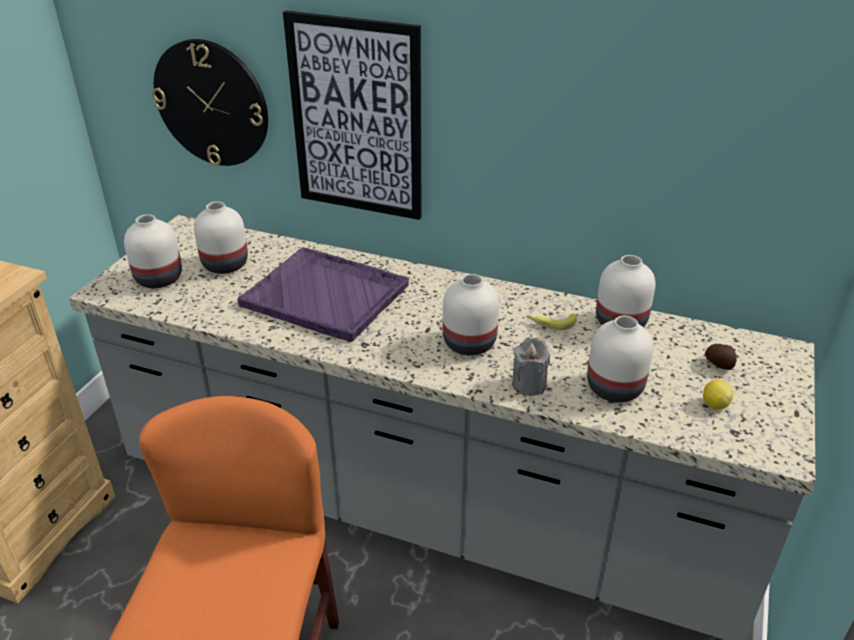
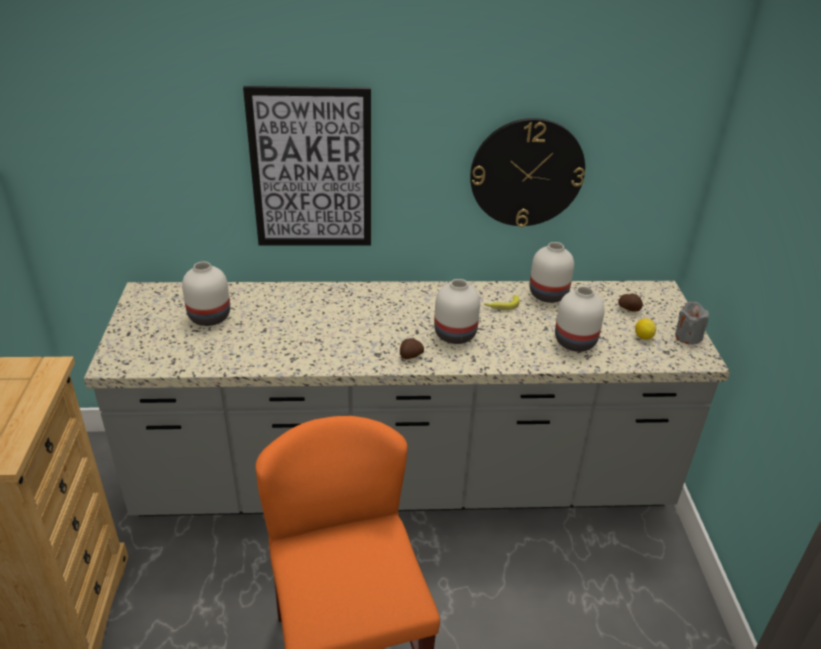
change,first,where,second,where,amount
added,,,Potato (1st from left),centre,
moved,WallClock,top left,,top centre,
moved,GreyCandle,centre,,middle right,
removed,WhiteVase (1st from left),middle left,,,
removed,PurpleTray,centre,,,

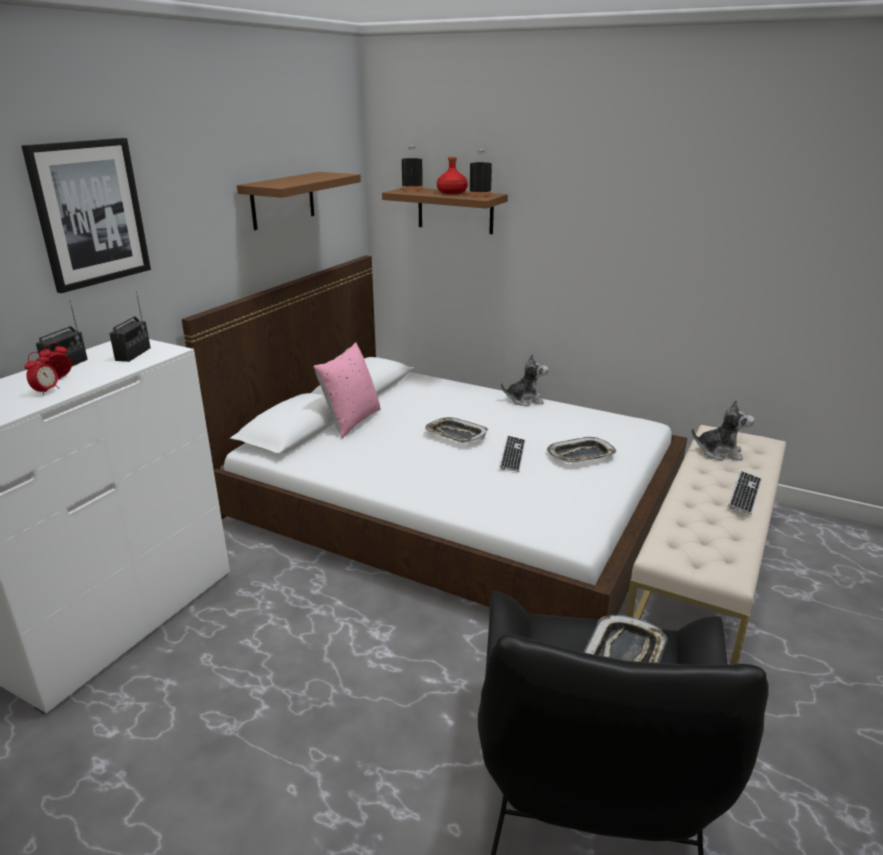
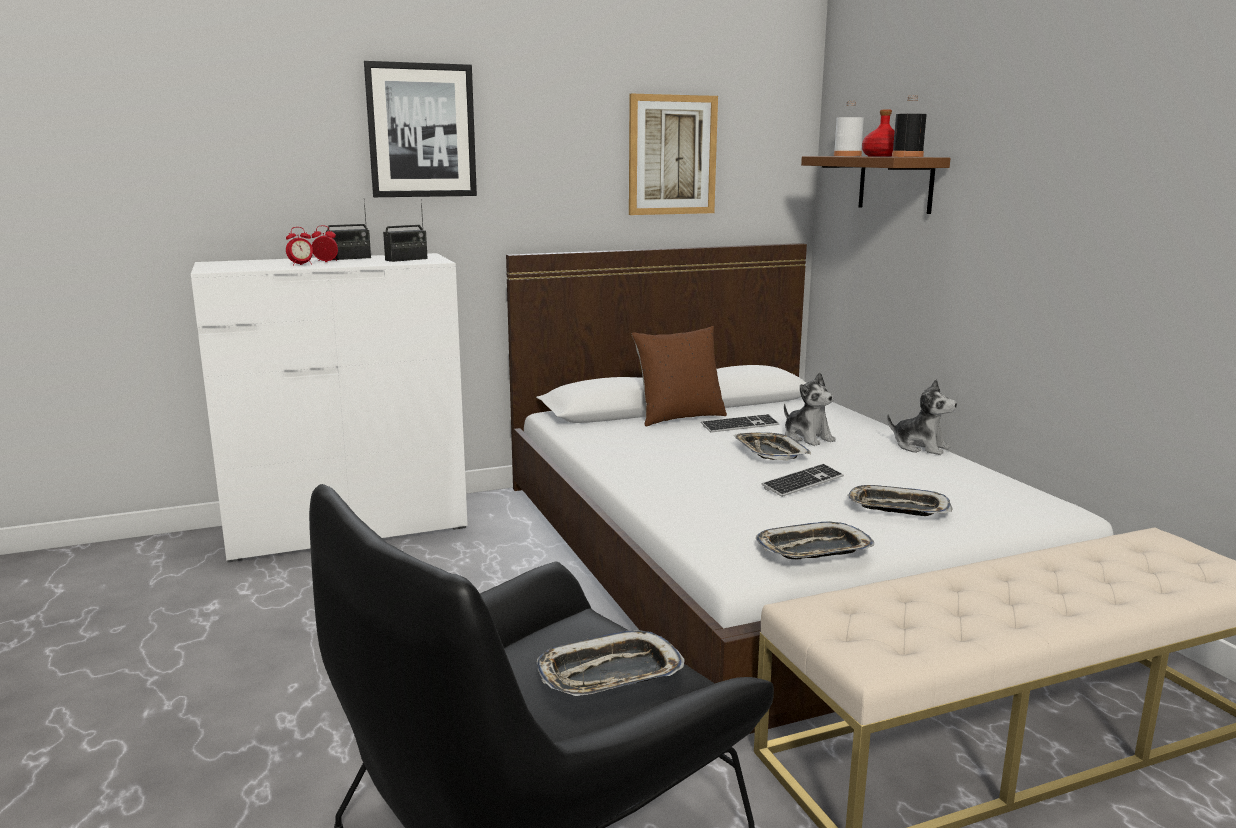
change,first,where,second,where,amount
replaced,BrownShelf (1st from left),top centre,Picture (2nd from left),top centre,
recoloured,PinkPillow,centre,BrownPillow,centre,
moved,Keyboard (2nd from left in the first image),middle right,Keyboard (1st from left),centre,
added,,,Tray (3rd from left),centre,
moved,PlushToy (2nd from left in the first image),middle right,PlushToy (1st from left),centre,
recoloured,BlackBottle (1st from left),top centre,WhiteBottle,top right,

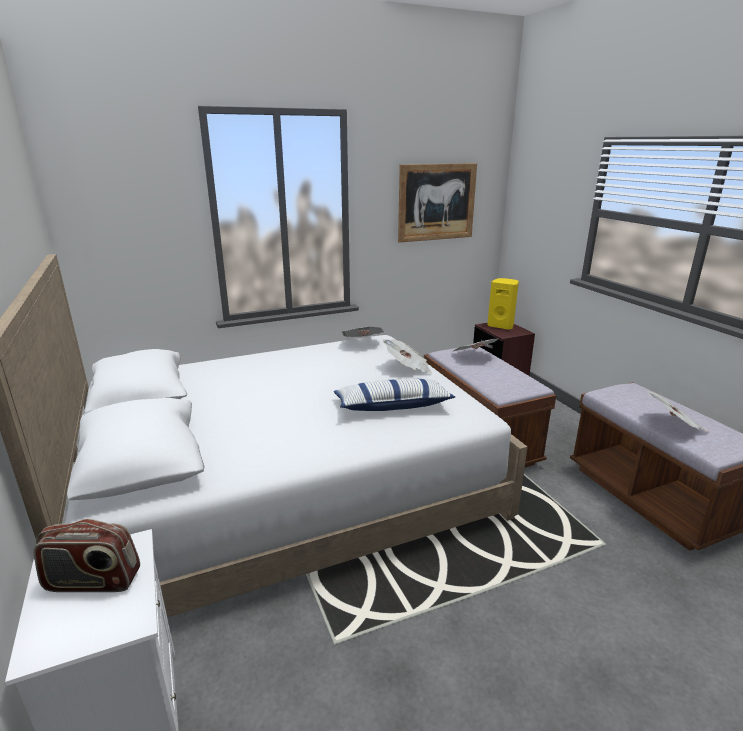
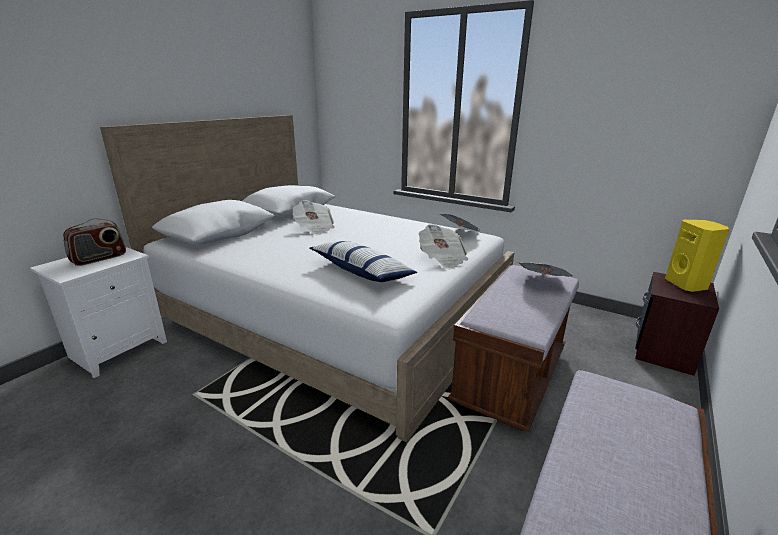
change,first,where,second,where,amount
turned,Radio,bottom left,,middle left,105 degrees counterclockwise
moved,Newspaper (4th from left in the first image),middle right,Newspaper (1st from left),centre,
removed,Picture,top centre,,,

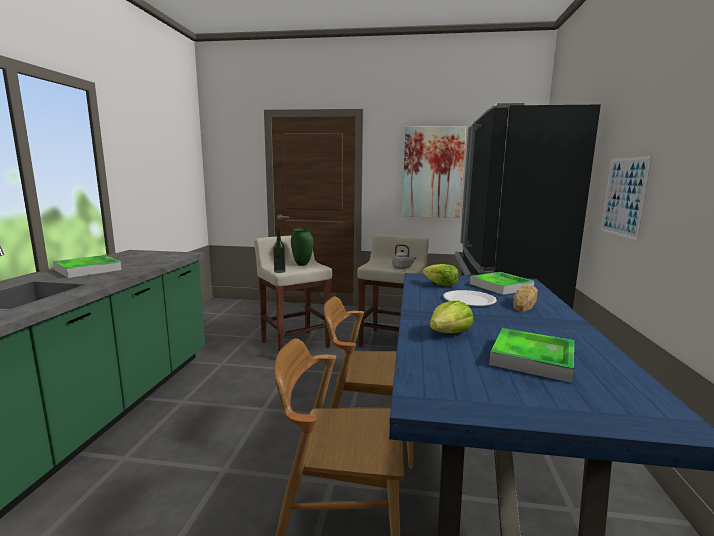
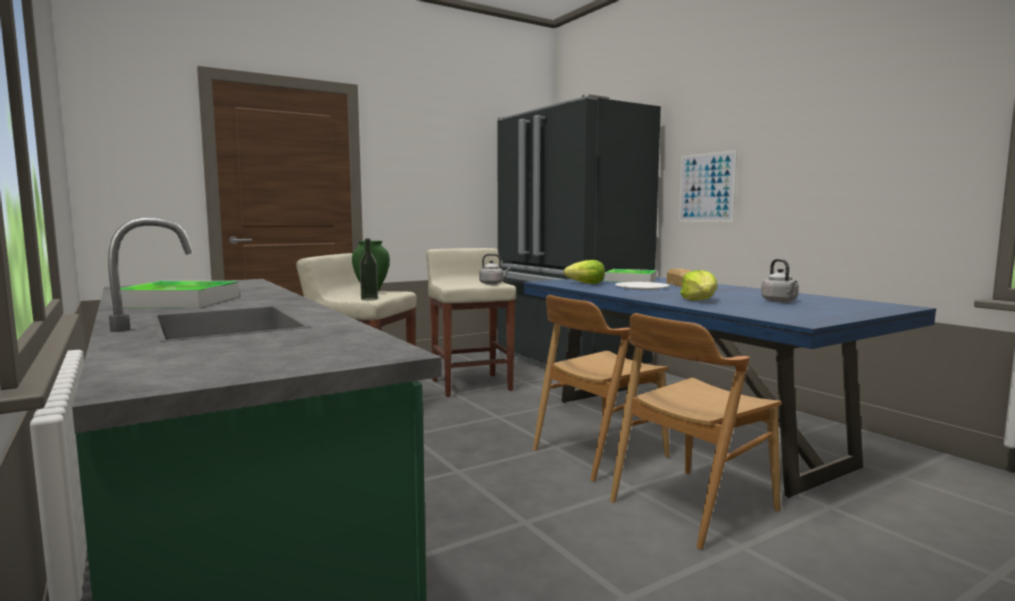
change,first,where,second,where,amount
replaced,Tray (3rd from left),middle right,GreyKettle (2nd from left),middle right,
removed,Picture (1st from left),top centre,,,

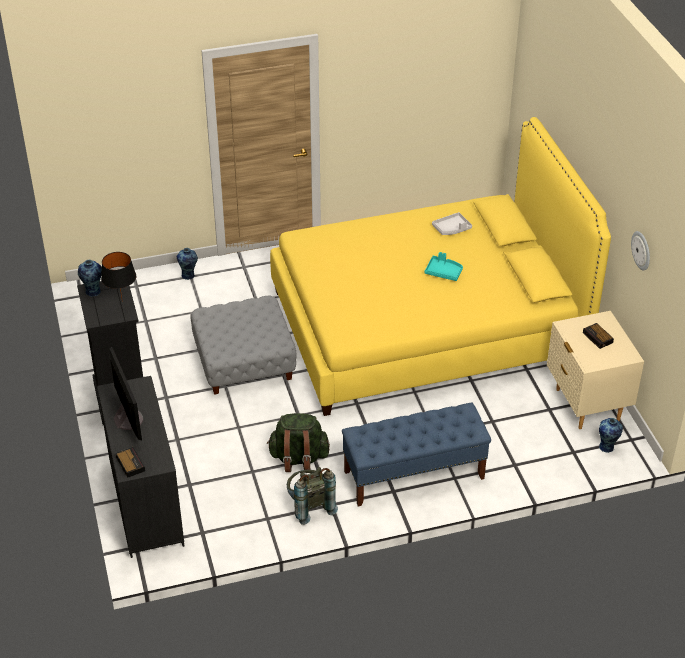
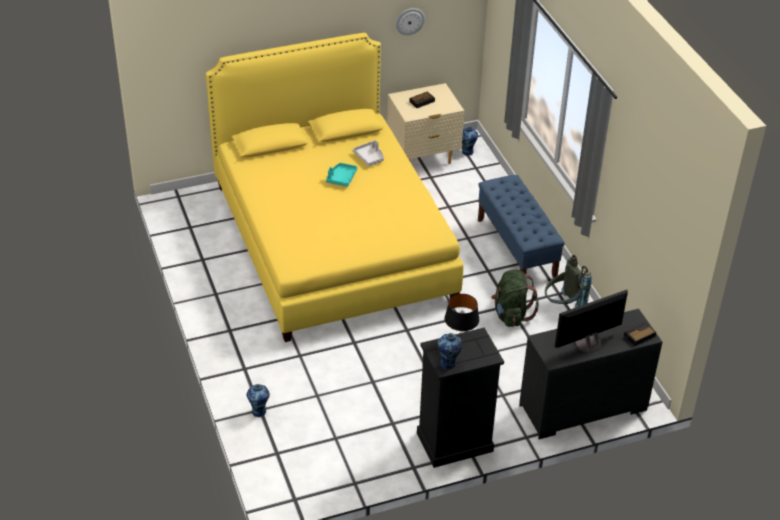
change,first,where,second,where,amount
moved,GreyTray,centre,,top centre,
removed,GreyOttoman,centre,,,

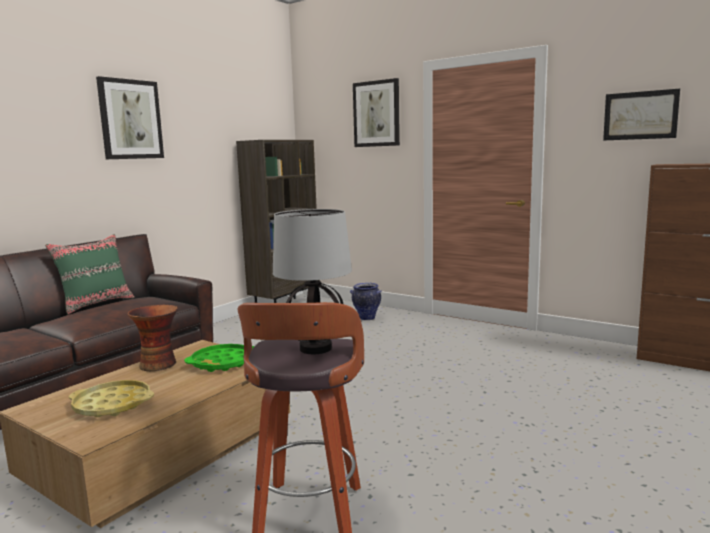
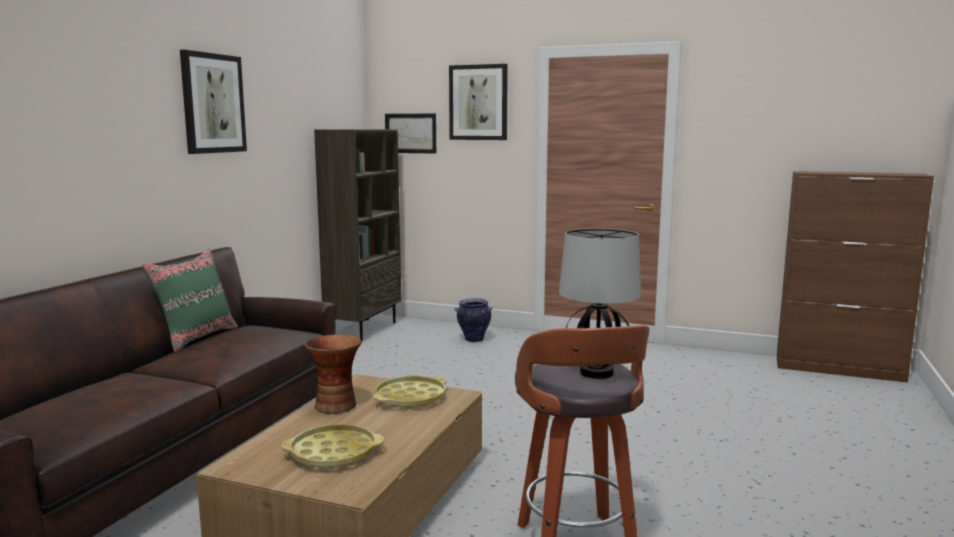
change,first,where,second,where,amount
recoloured,GreenTray,bottom left,YellowTray (2nd from left),bottom centre,
moved,Picture (3rd from left in the first image),top right,Picture (2nd from left),top centre,

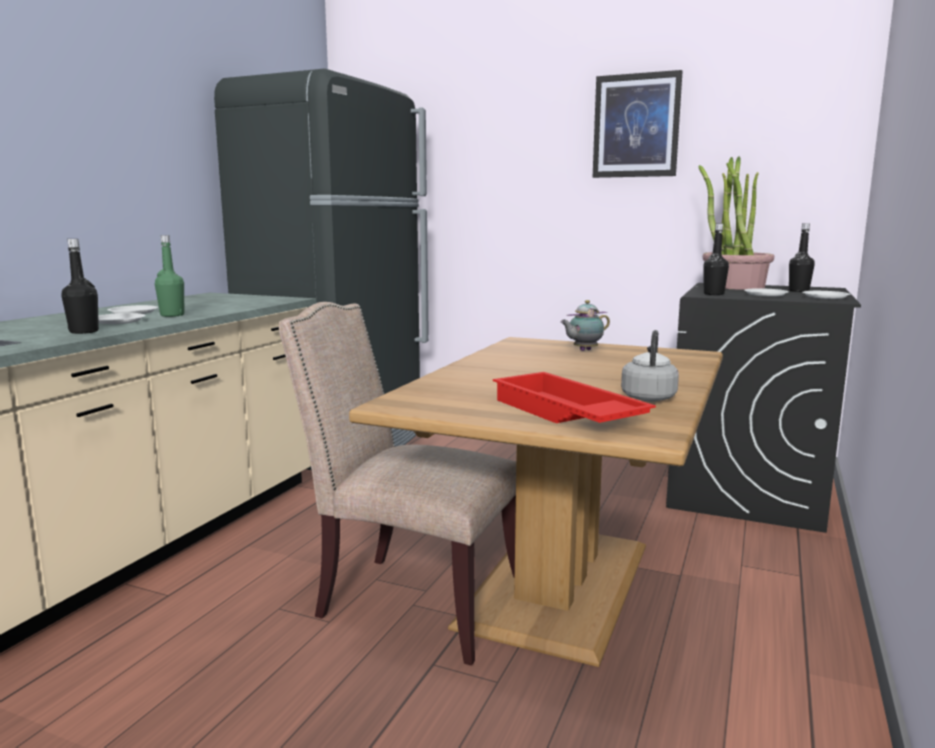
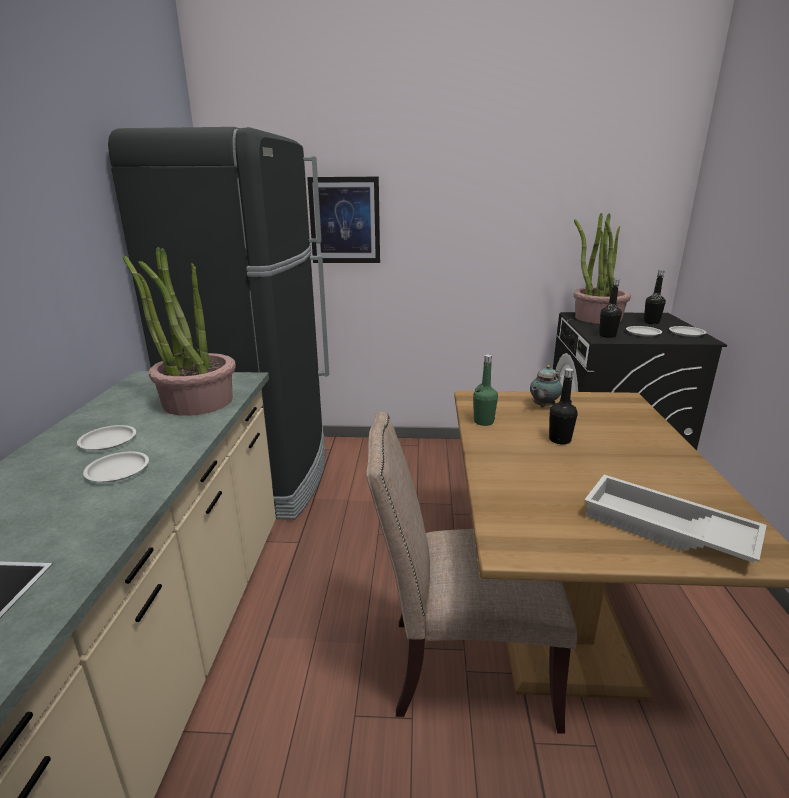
change,first,where,second,where,amount
added,,,PottedPlant (1st from left),middle left,
moved,Picture,top right,,top centre,
moved,GreenBottle,middle left,,centre,
moved,BlackBottle (1st from left),middle left,,middle right,
recoloured,RedTray,centre,WhiteTray,middle right,
removed,GreyKettle,middle right,,,

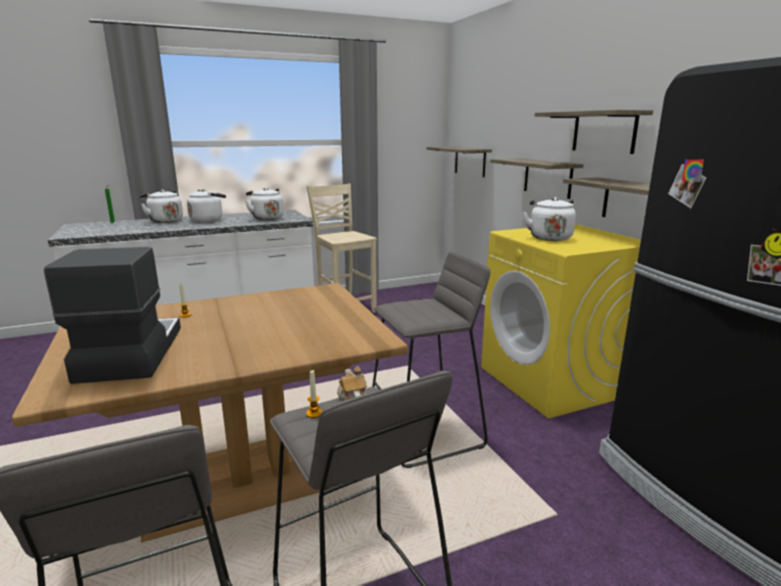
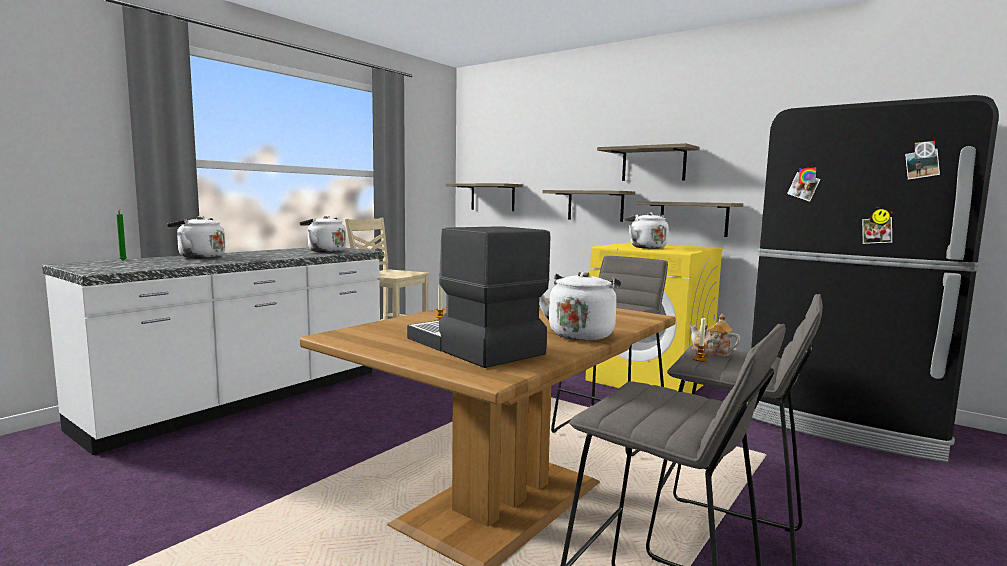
change,first,where,second,where,amount
moved,WhiteKettle (2nd from left in the first image),middle left,WhiteKettle (3rd from left),centre,

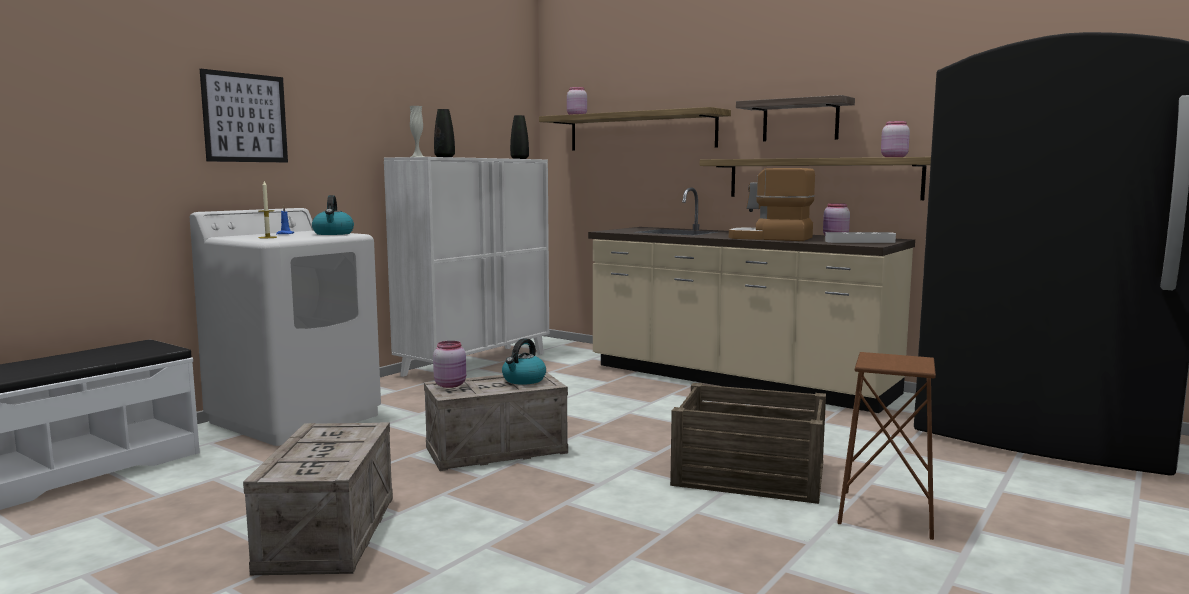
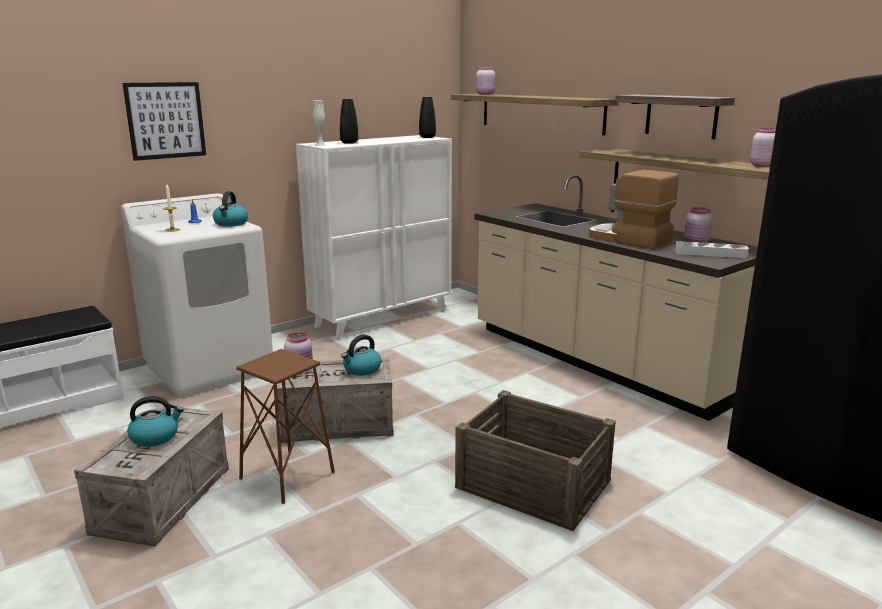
change,first,where,second,where,amount
added,,,Kettle (1st from left),bottom left,
moved,BrownStool,bottom right,,bottom left,

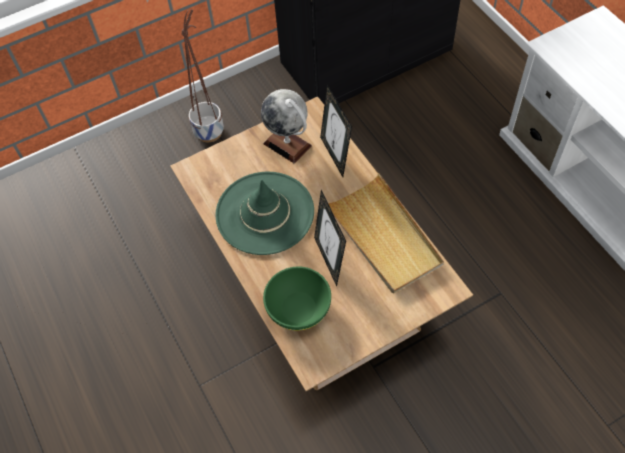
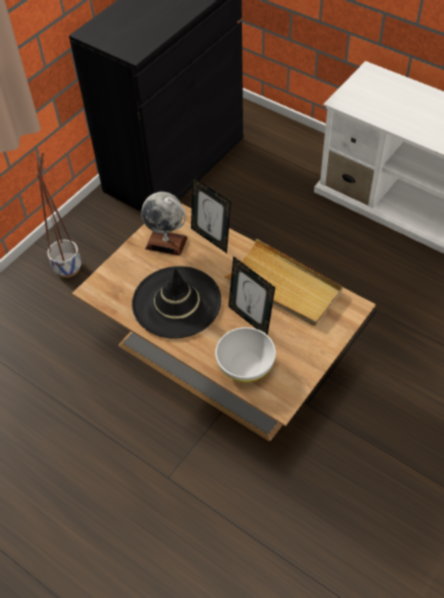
change,first,where,second,where,amount
recoloured,GreenHat,centre,BlackHat,centre,
recoloured,GreenBowl,centre,WhiteBowl,centre,

